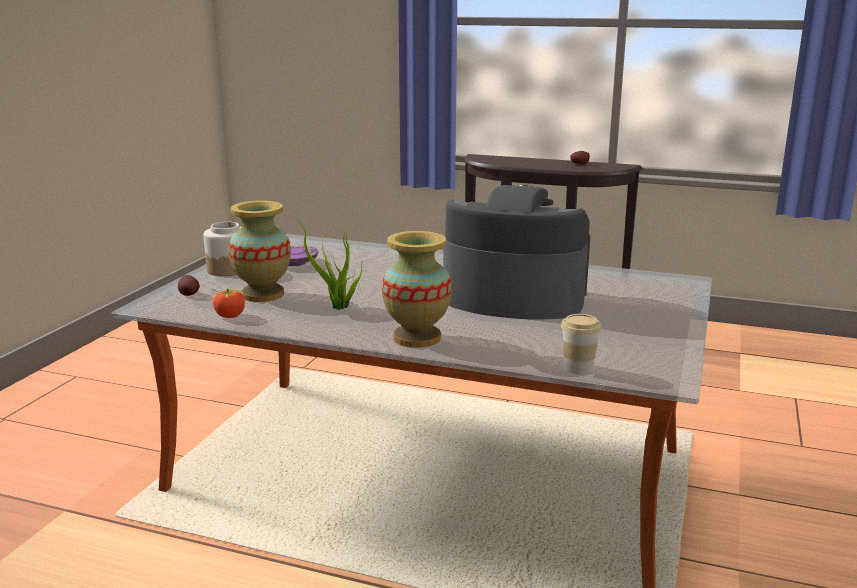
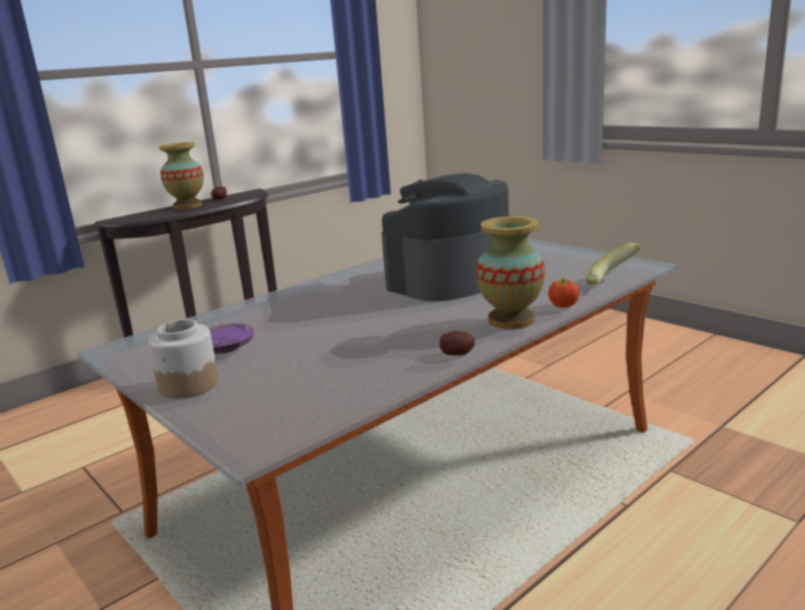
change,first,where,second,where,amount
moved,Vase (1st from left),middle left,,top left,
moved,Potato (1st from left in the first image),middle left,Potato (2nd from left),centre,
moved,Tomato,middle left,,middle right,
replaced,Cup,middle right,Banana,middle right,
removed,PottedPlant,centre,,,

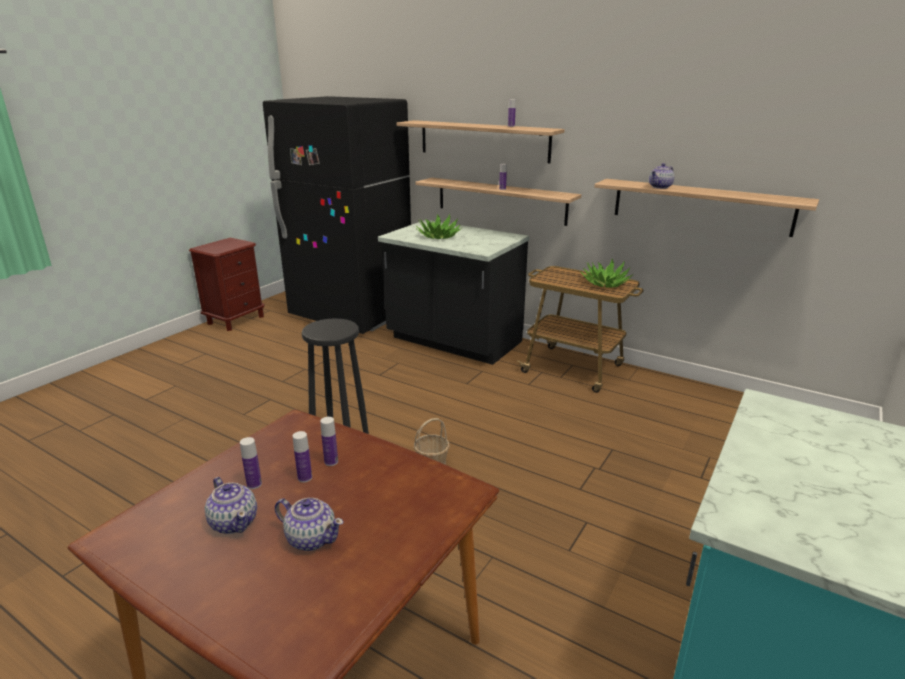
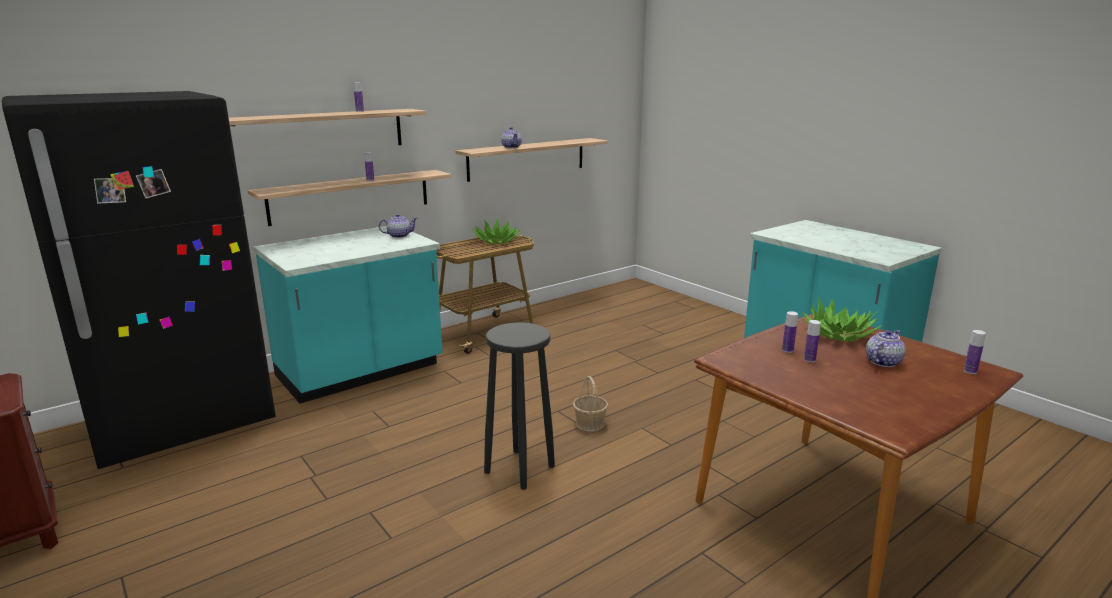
change,first,where,second,where,amount
recoloured,BlackCounter,centre,TurquoiseCounter (1st from left),middle left,
moved,Teapot (1st from left),bottom left,,centre,
moved,PottedPlant (1st from left in the first image),top centre,PottedPlant (2nd from left),middle right,
moved,Bottle (1st from left in the first image),bottom left,Bottle (5th from left),middle right,

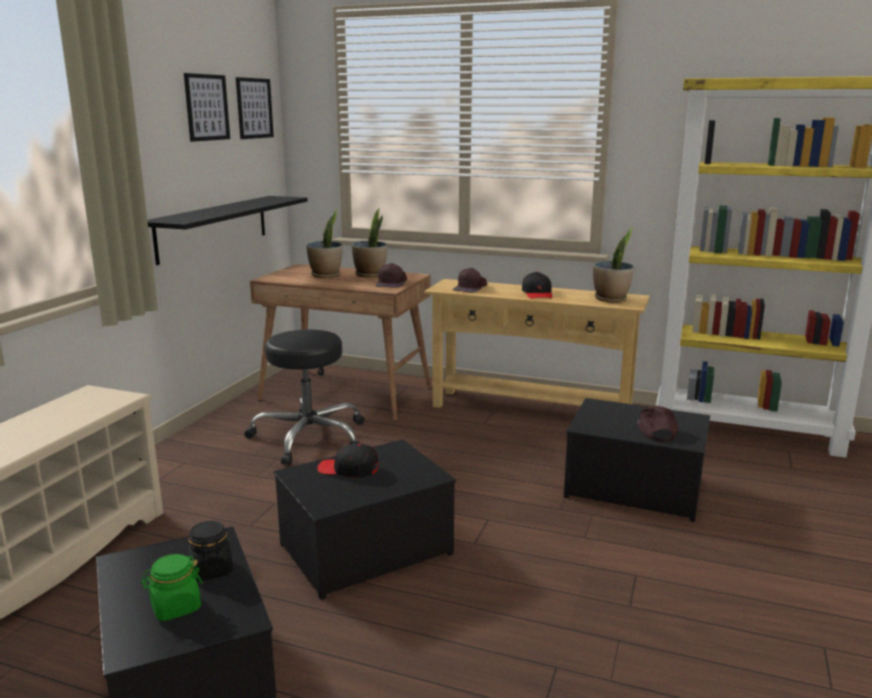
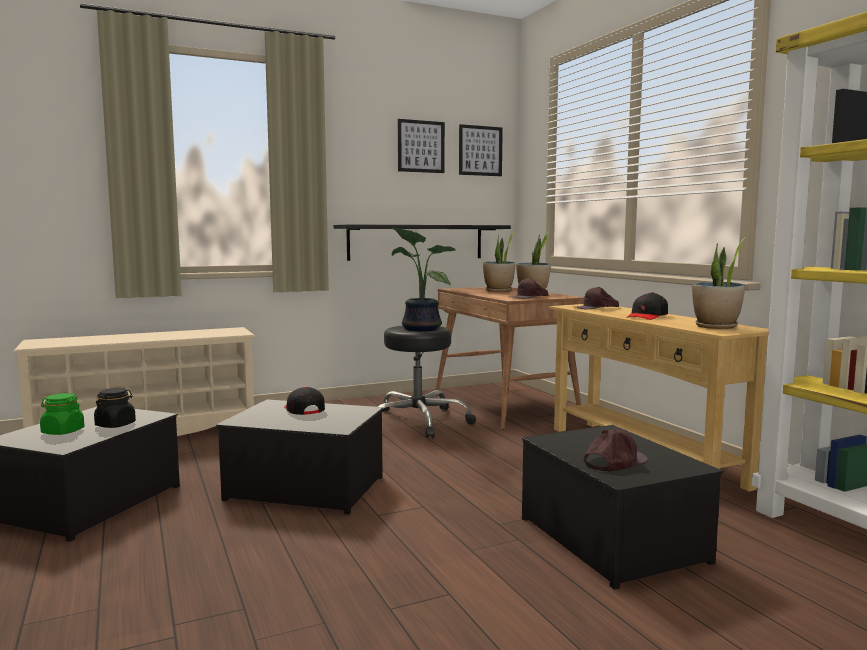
change,first,where,second,where,amount
added,,,PottedPlant (1st from left),centre,

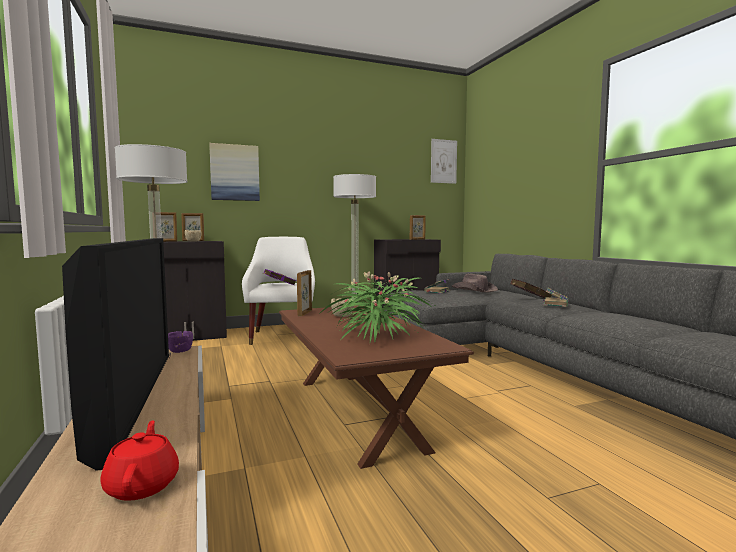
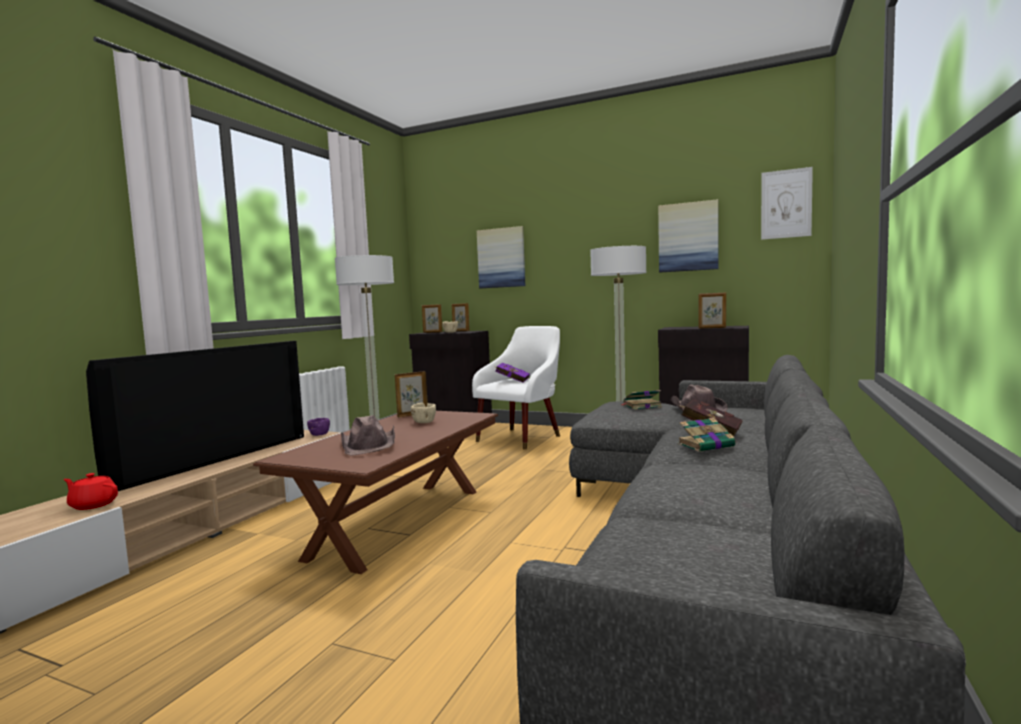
change,first,where,second,where,amount
turned,RedTeapot,bottom left,,bottom left,105 degrees counterclockwise
replaced,PottedPlant,centre,BrownHat (1st from left),centre,
added,,,Picture (2nd from left),top right,

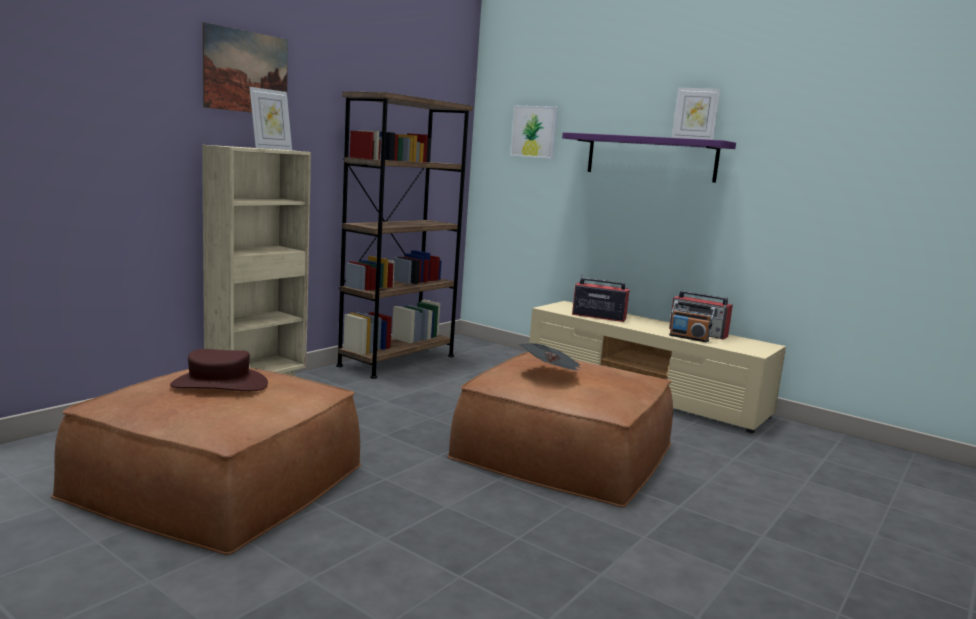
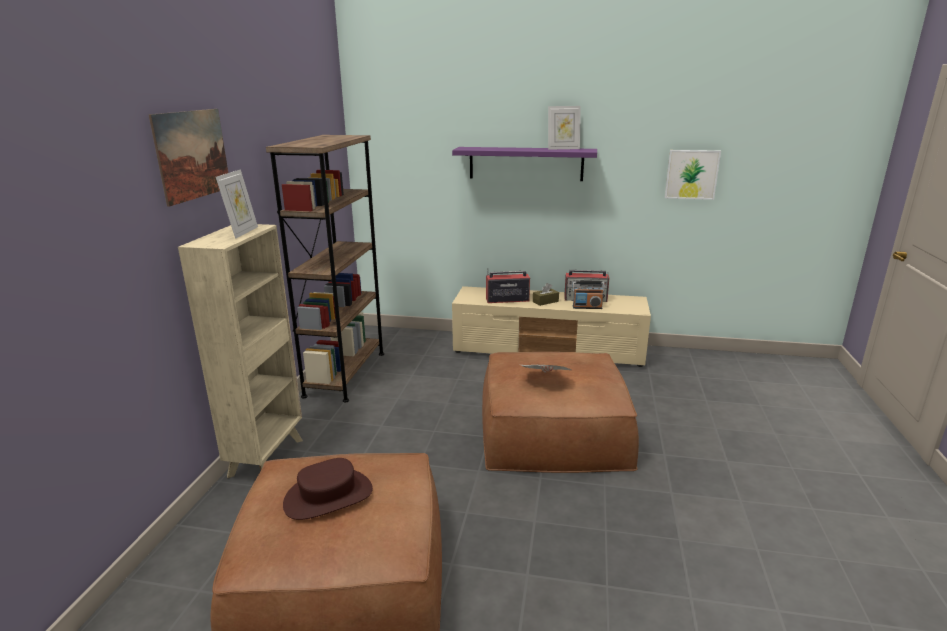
change,first,where,second,where,amount
added,,,BrownTissueBox,centre,
moved,Picture (2nd from left),top centre,,top right,

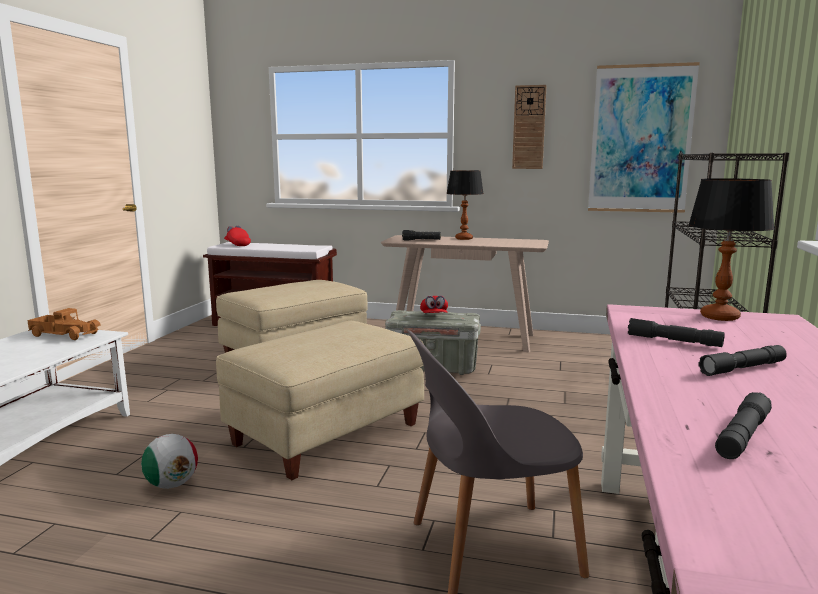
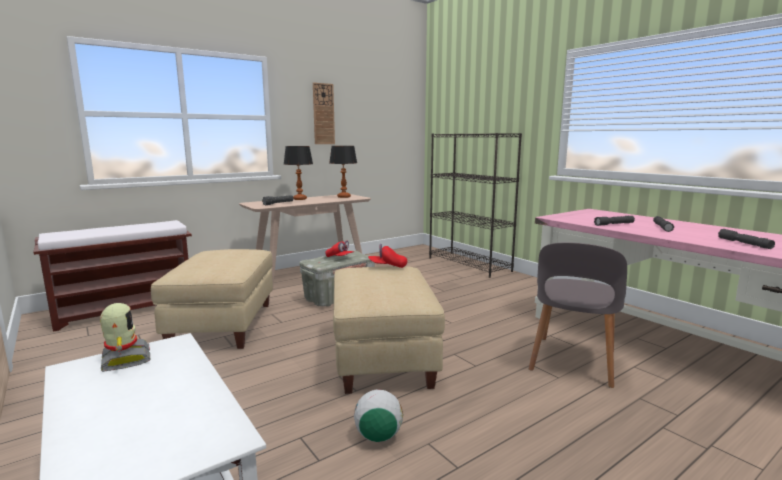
change,first,where,second,where,amount
replaced,ToyTruck,middle left,ToyRobot,bottom left,
moved,TableLamp (2nd from left),middle right,,centre,
moved,RedCap (1st from left in the first image),middle left,RedCap (2nd from left),centre,
removed,Picture,top right,,,

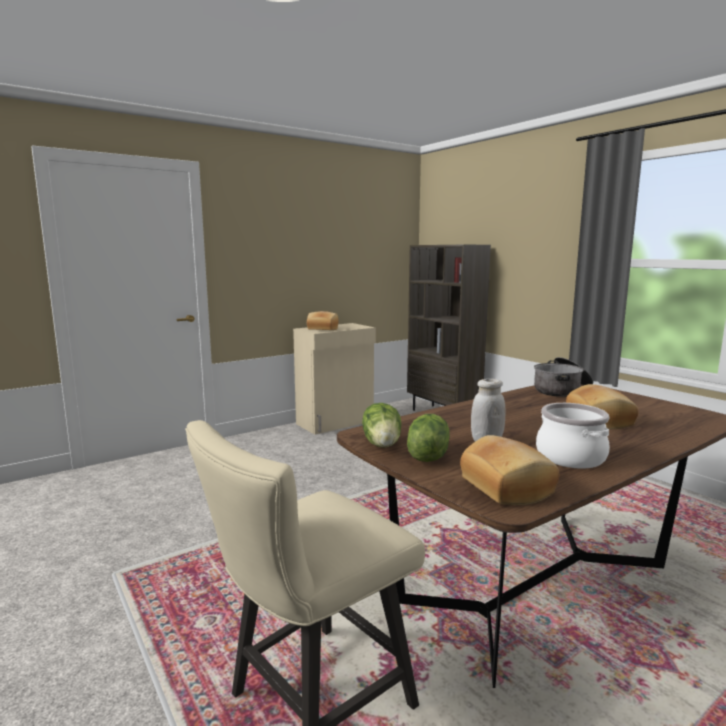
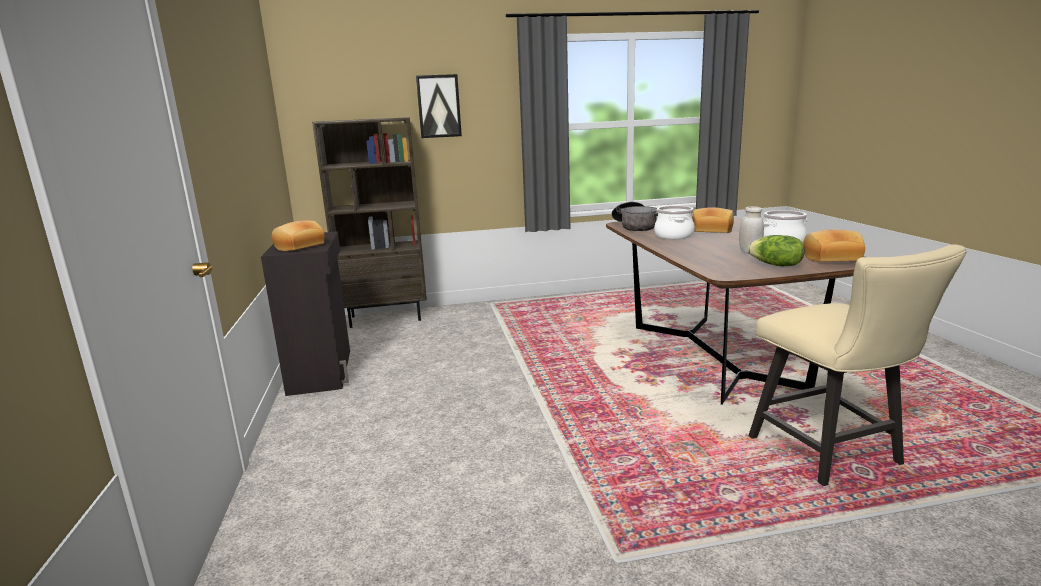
change,first,where,second,where,amount
recoloured,BeigeCabinet,centre,BlackCabinet,middle left,
added,,,Picture,top centre,
added,,,CookingPot (2nd from left),centre,
removed,Lettuce (1st from left),centre,,,

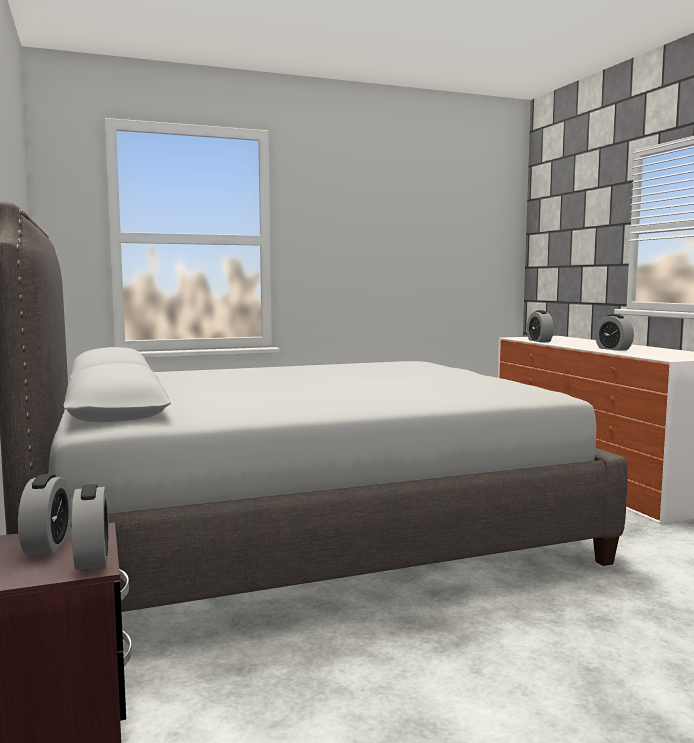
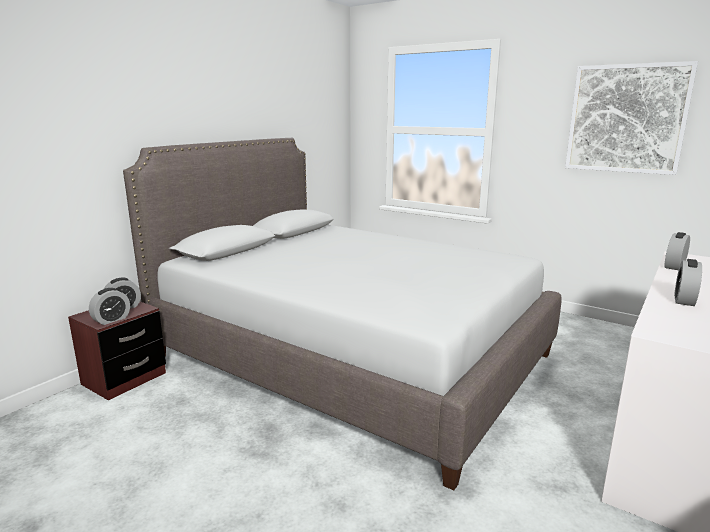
change,first,where,second,where,amount
added,,,Picture,top right,

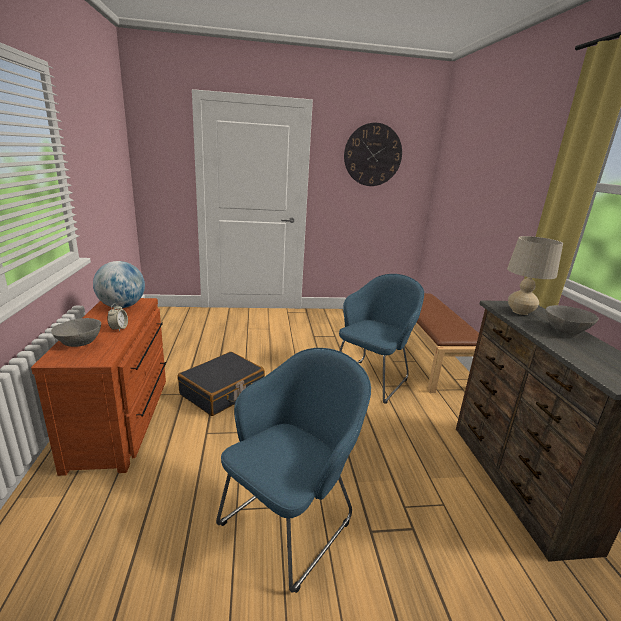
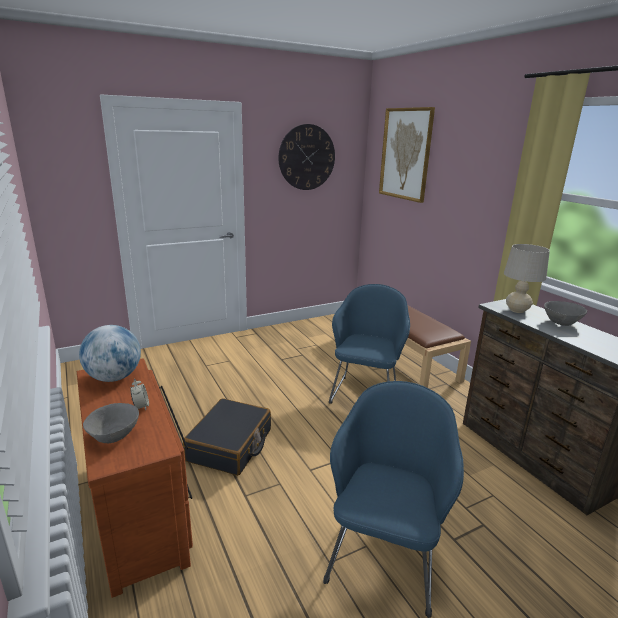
change,first,where,second,where,amount
added,,,Picture,top centre,

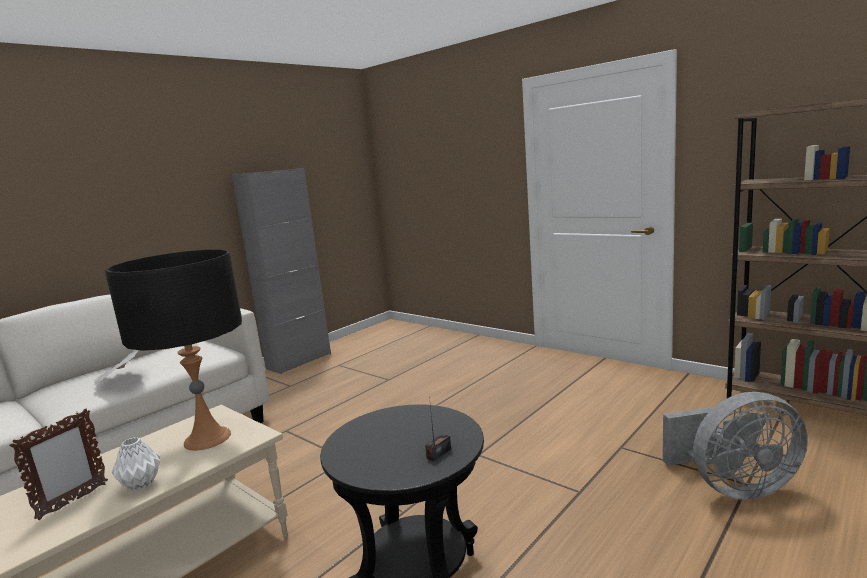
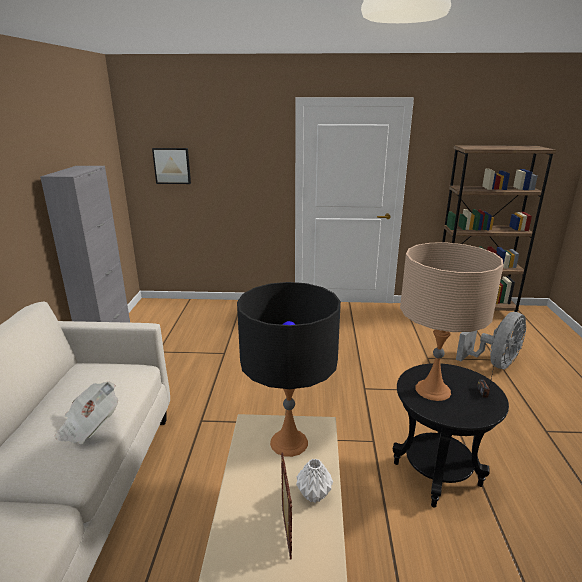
change,first,where,second,where,amount
added,,,Picture,top left,
added,,,BeigeTableLamp,middle right,

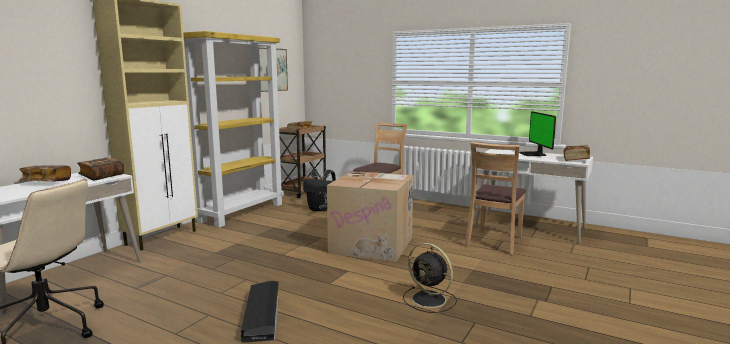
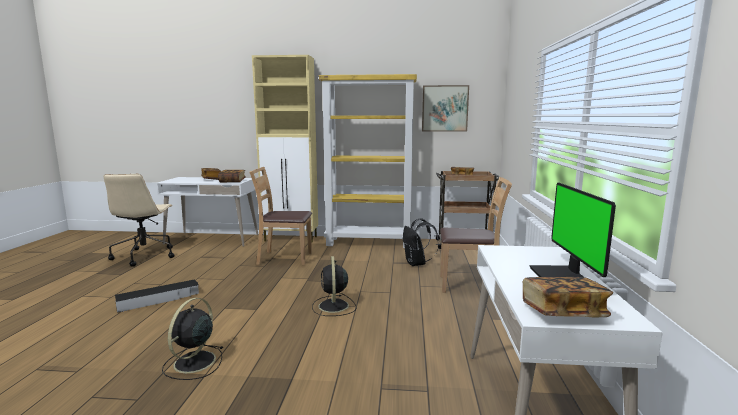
change,first,where,second,where,amount
moved,BrownChair (2nd from left in the first image),middle right,BrownChair (1st from left),centre,
replaced,CardboardBox,centre,BlackFan (2nd from left),bottom centre,
turned,Monitor,middle right,,middle right,60 degrees counterclockwise

